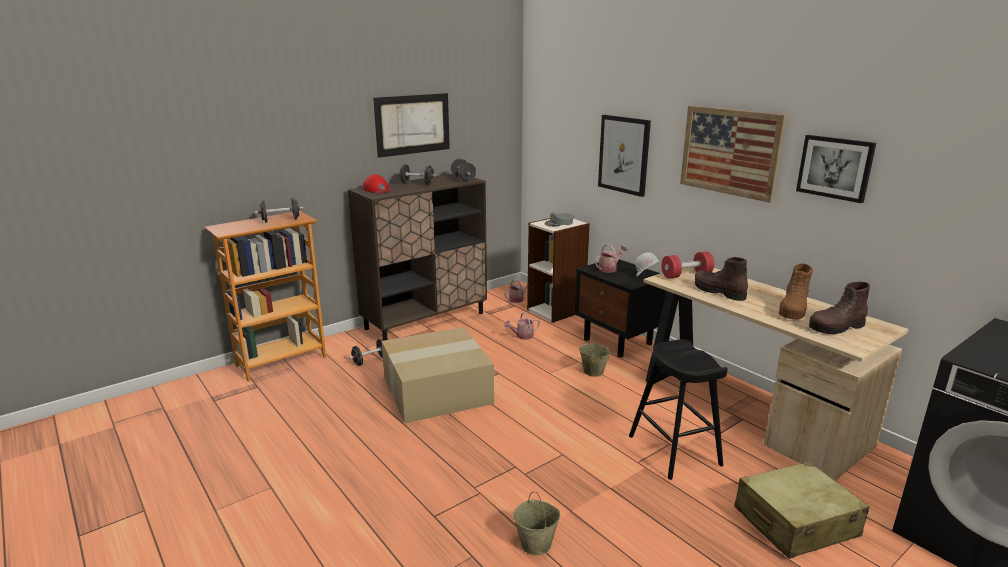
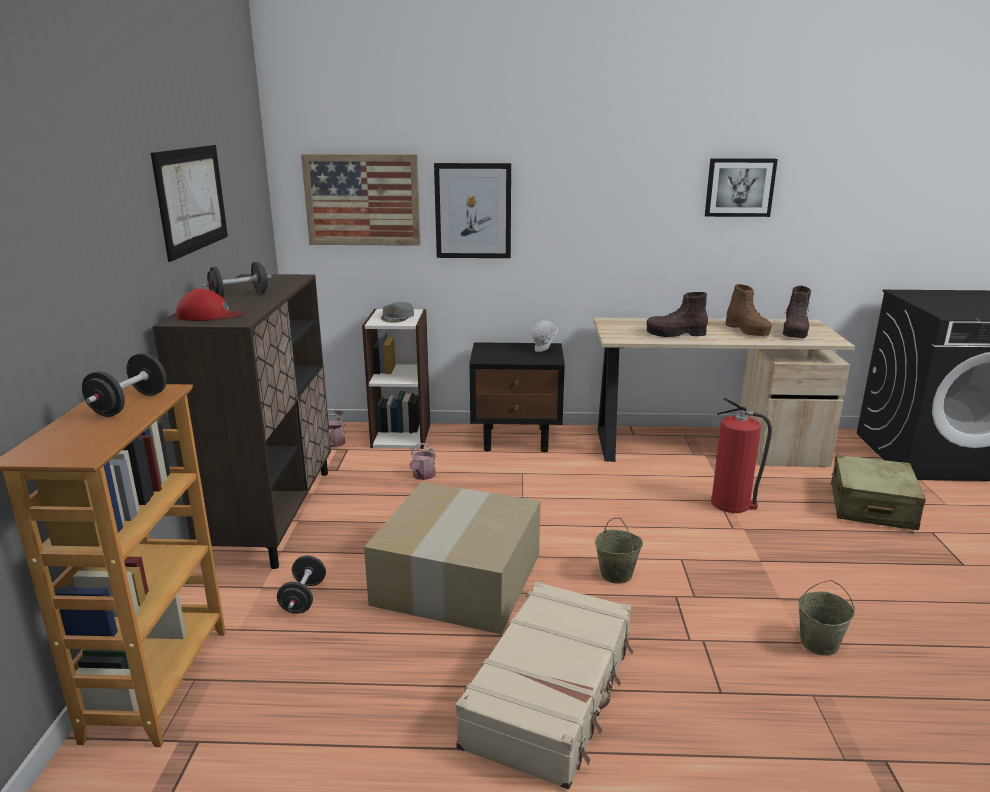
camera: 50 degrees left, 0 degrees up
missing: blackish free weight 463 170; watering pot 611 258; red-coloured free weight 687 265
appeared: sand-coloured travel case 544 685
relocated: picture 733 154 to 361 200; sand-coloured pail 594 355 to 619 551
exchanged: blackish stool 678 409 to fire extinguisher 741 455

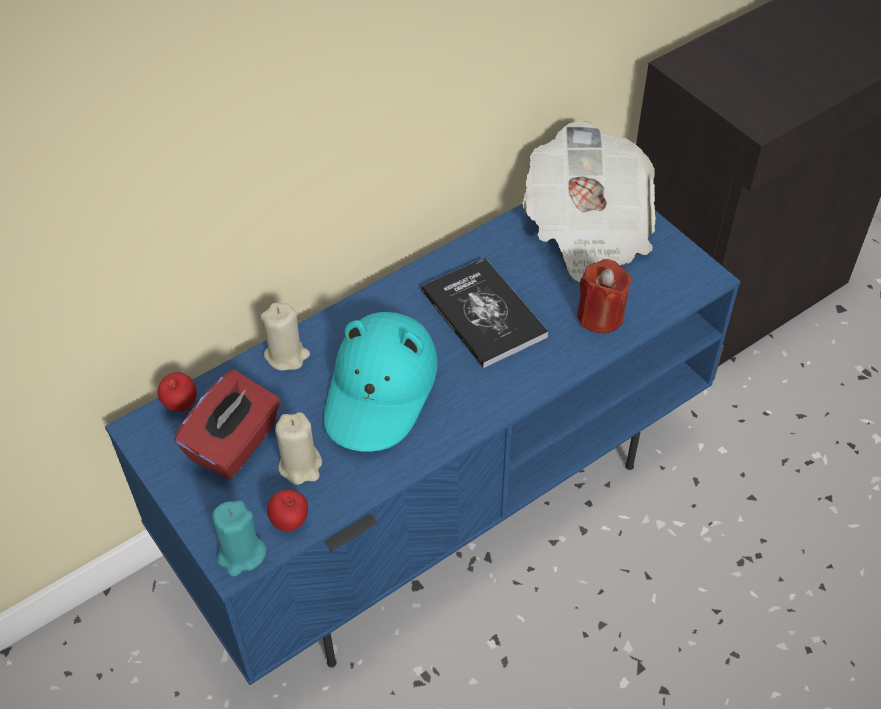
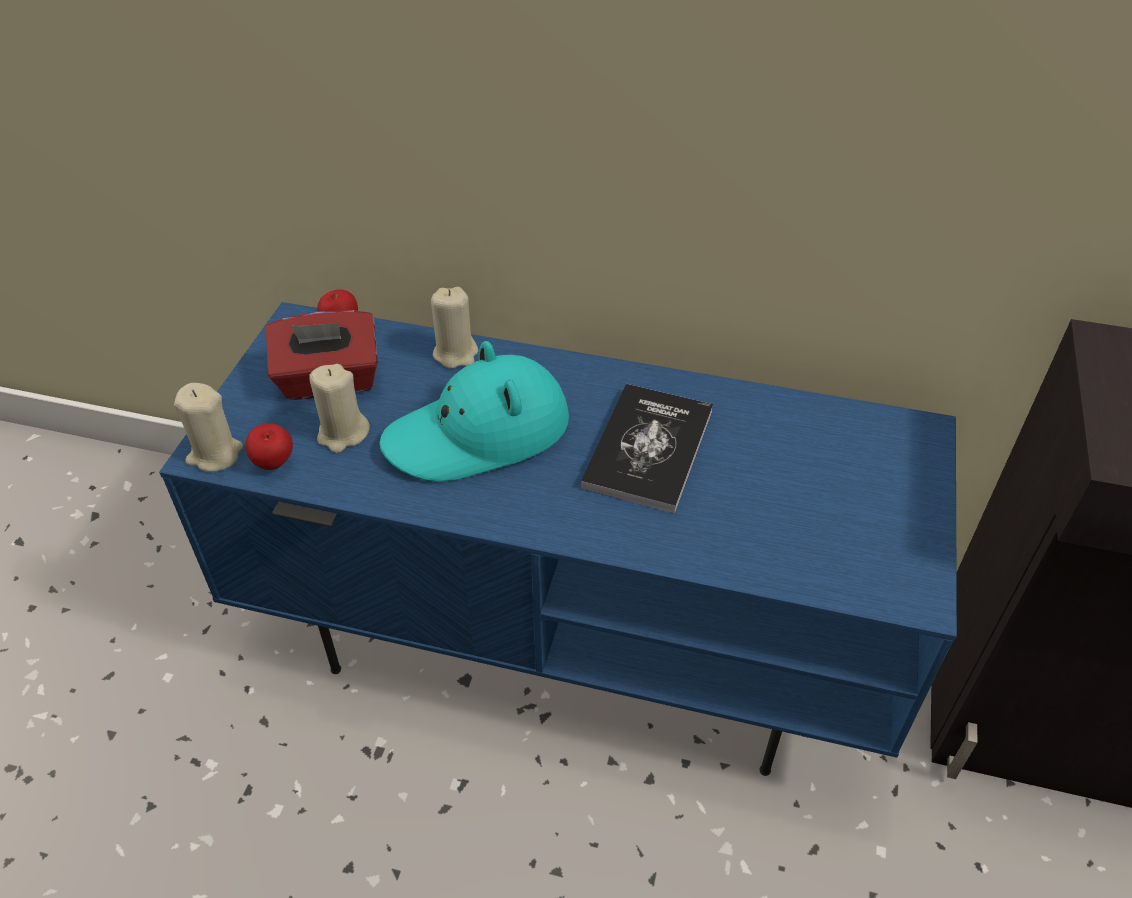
camera: 50 degrees right, 5 degrees down
missing: printed paper 589 201; red-coloured wax candle 604 296
colour: turquoise wax candle 239 538 to sand-coloured wax candle 208 427

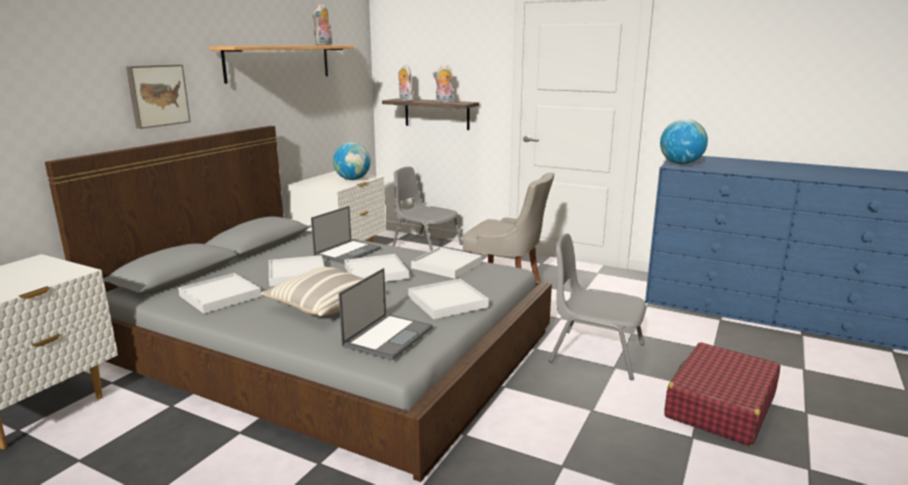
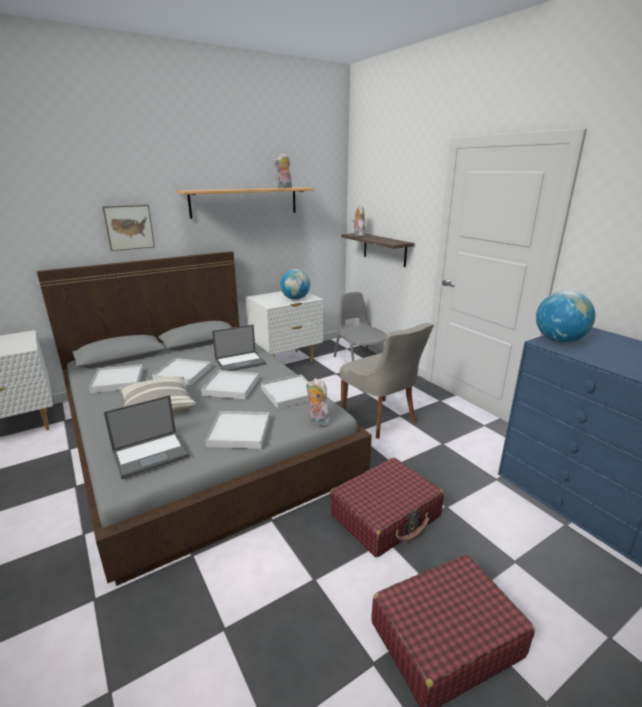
camera: 30 degrees right, 5 degrees up
relocated: cuddly toy 443 84 to 319 402
exchanged: gray upright chair 597 306 to red-coloured travel case 387 507

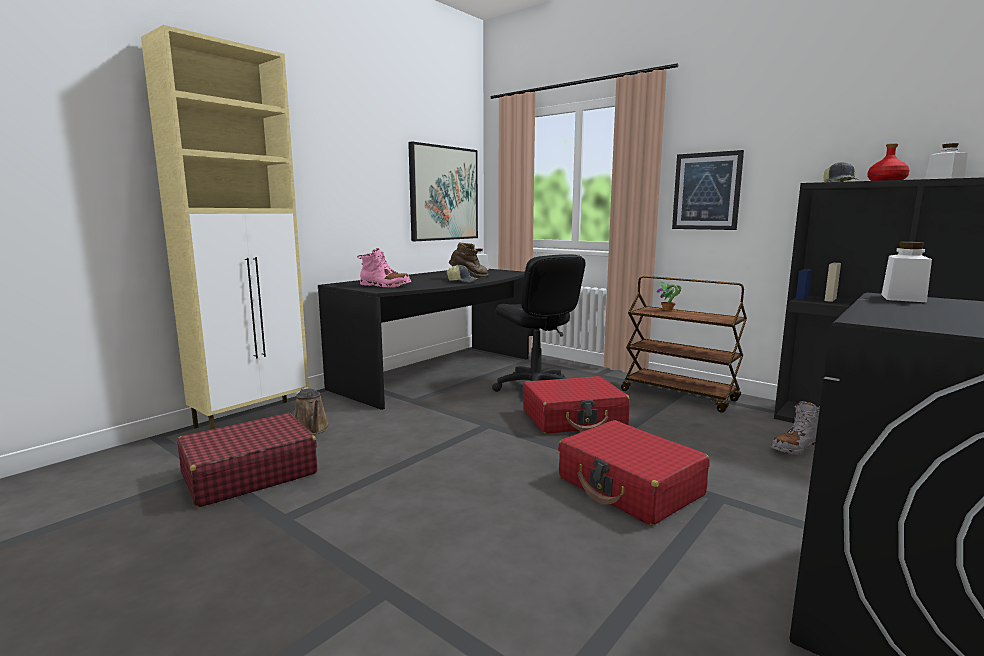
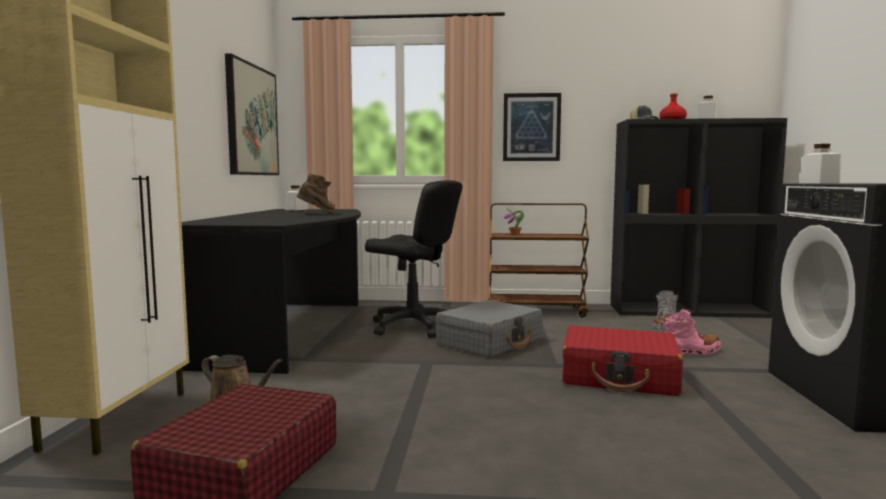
camera: 35 degrees left, 5 degrees down
missing: baseball cap 462 274
relocated: pink-coloured boot 384 268 to 691 332
colour: red-coloured travel case 576 405 to gray travel case 489 328

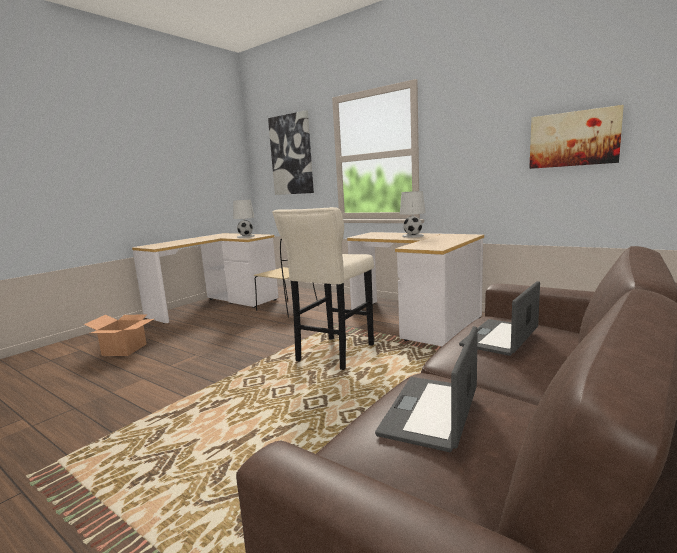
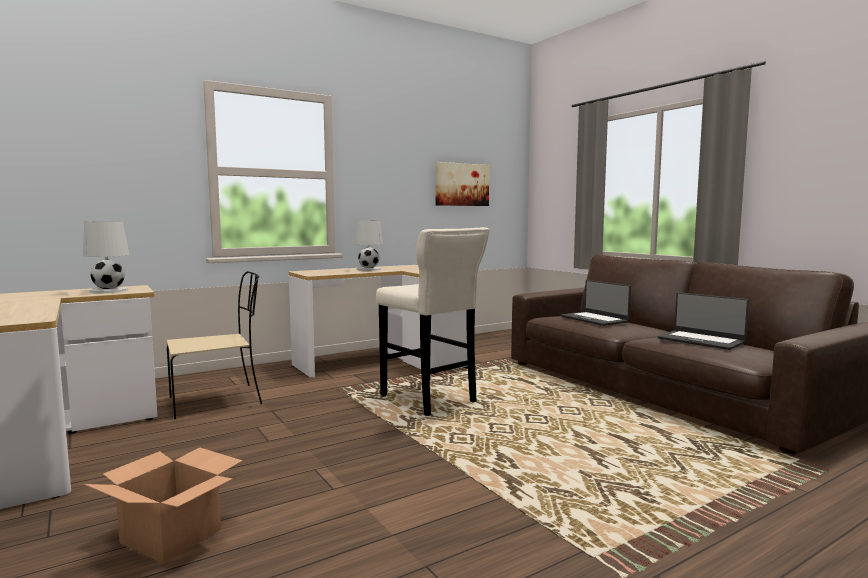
camera: 70 degrees left, 5 degrees down
missing: picture 291 152

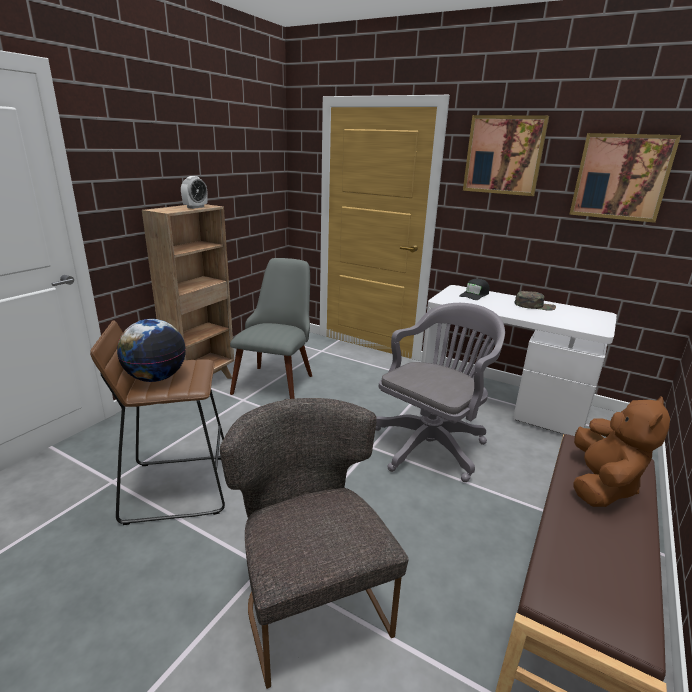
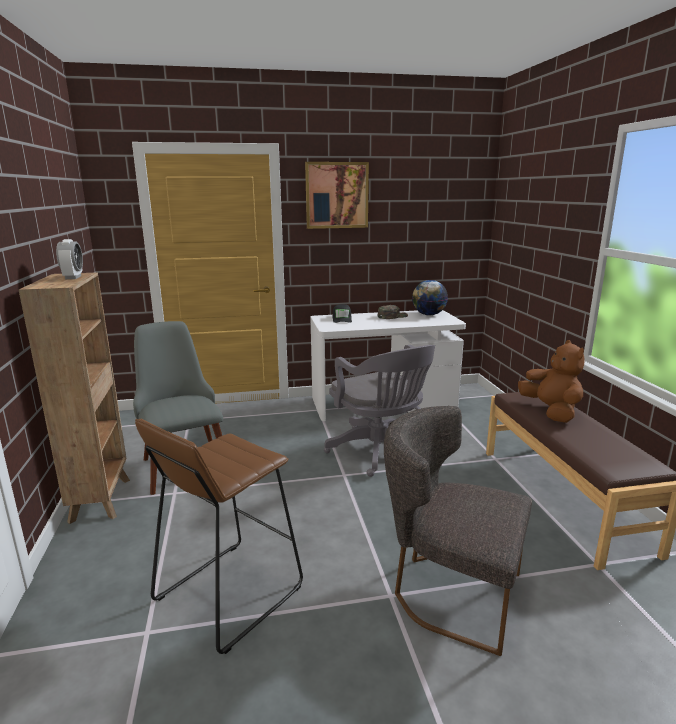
camera: 40 degrees left, 5 degrees down
missing: picture 625 178
relocated: globe 151 350 to 430 297
spun: gray office chair 440 392 = 379 411 150 degrees clockwise

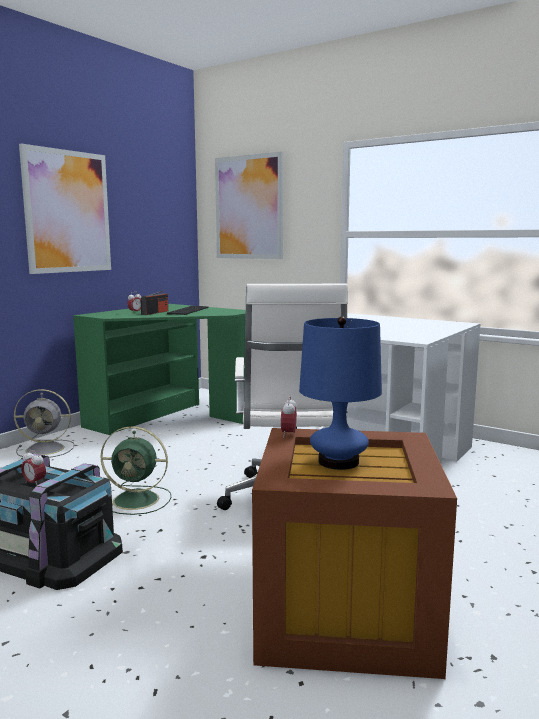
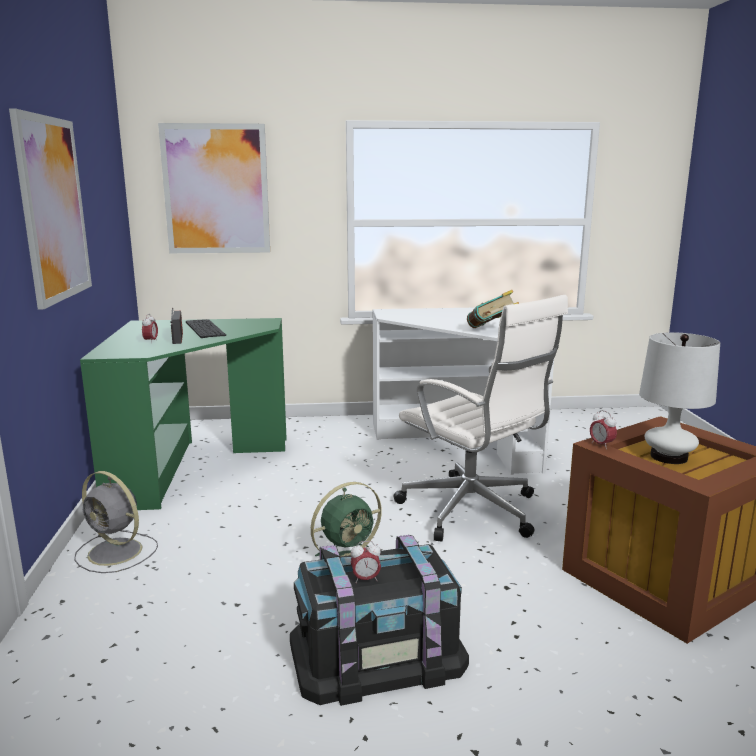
camera: 40 degrees left, 5 degrees up
appeared: volume 493 309
colour: bluish table lamp 340 393 to white table lamp 679 398
spun: gray cooling fan 44 423 = 116 522 75 degrees clockwise

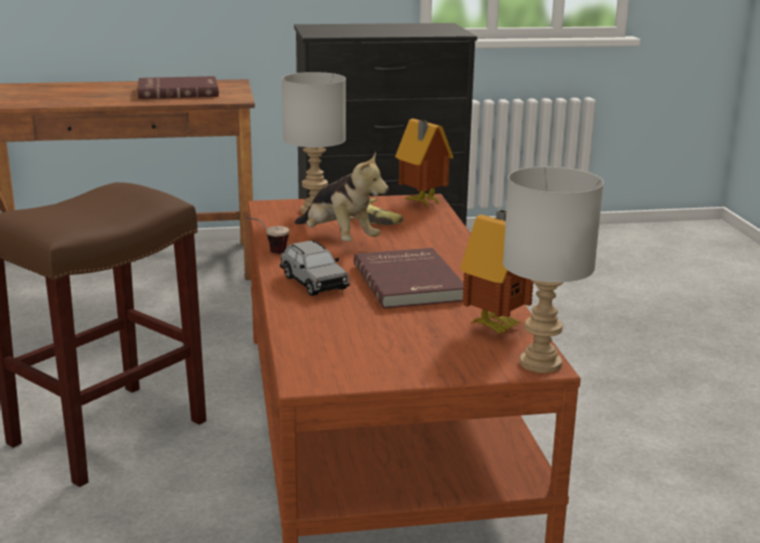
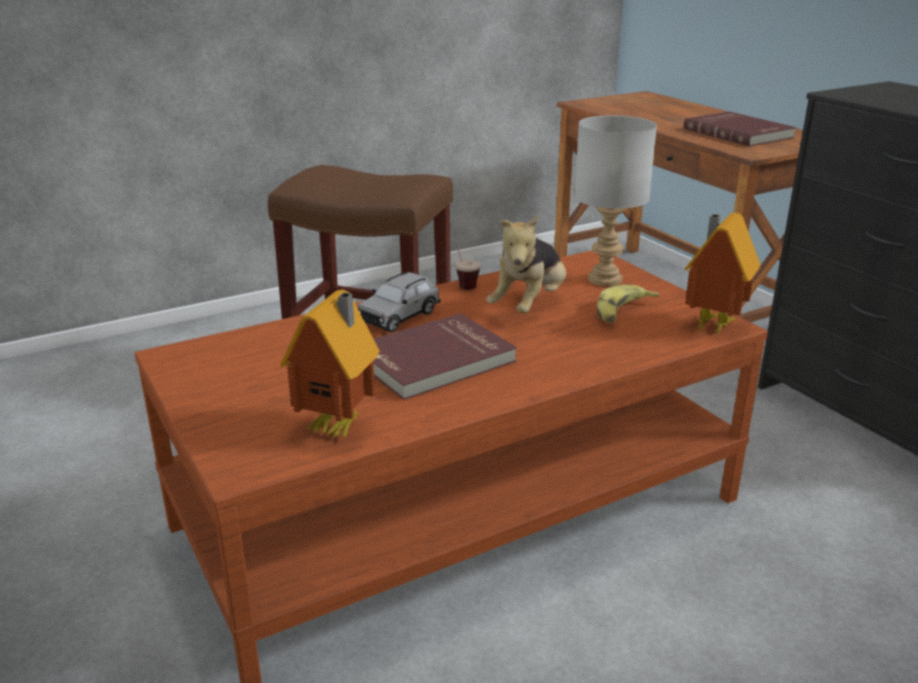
camera: 70 degrees right, 5 degrees up
missing: gray table lamp 553 269

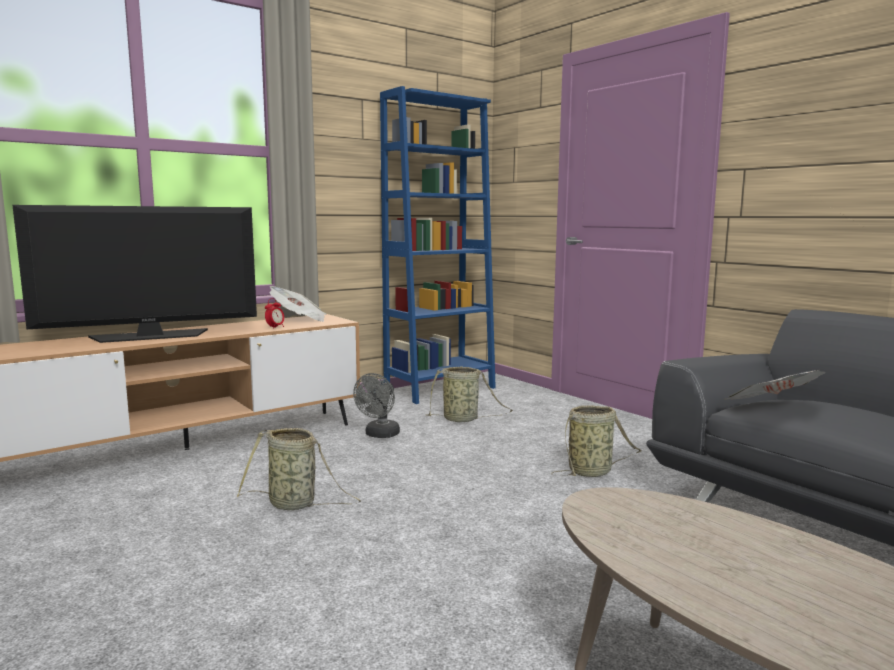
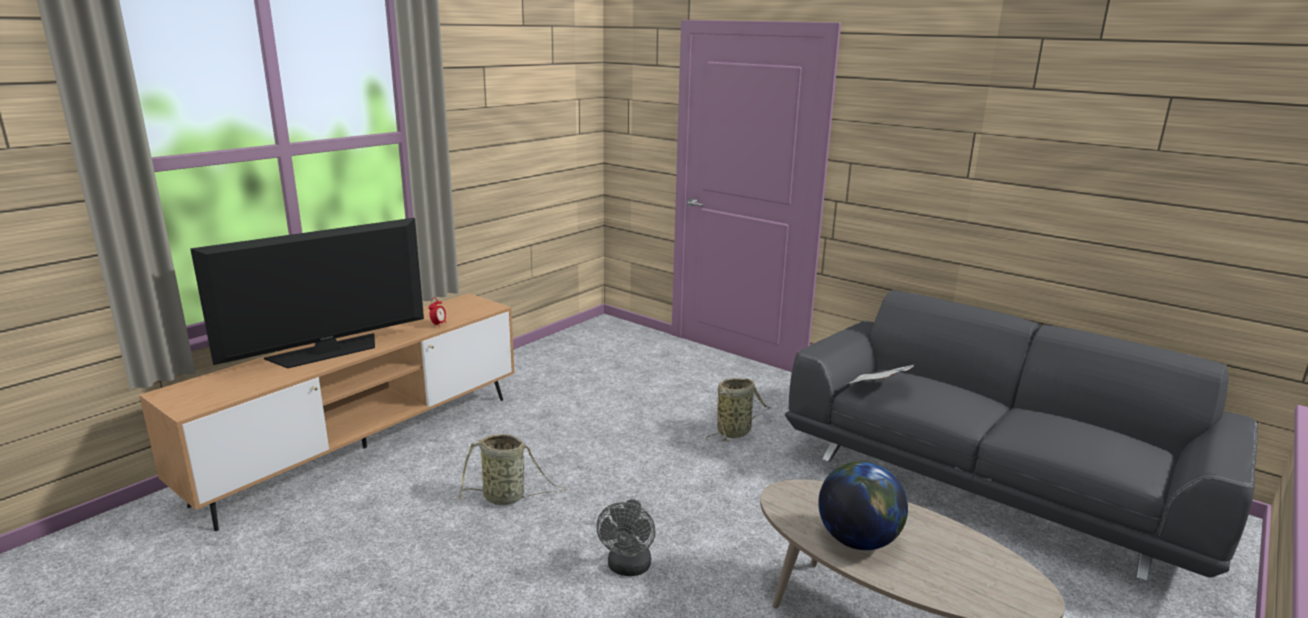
camera: 15 degrees left, 10 degrees up
missing: bluish bookcase 438 245; printed paper 297 304; household basket 469 394
appeared: globe 863 505
relocated: gray cooling fan 376 405 to 626 537

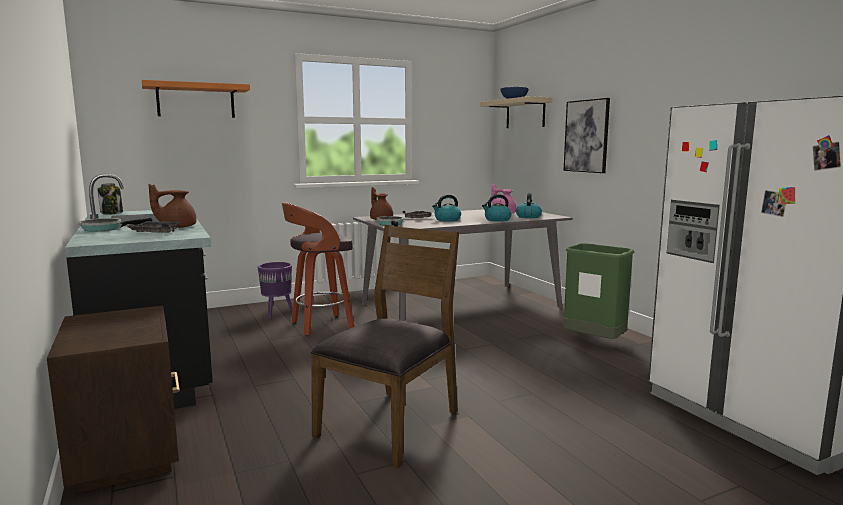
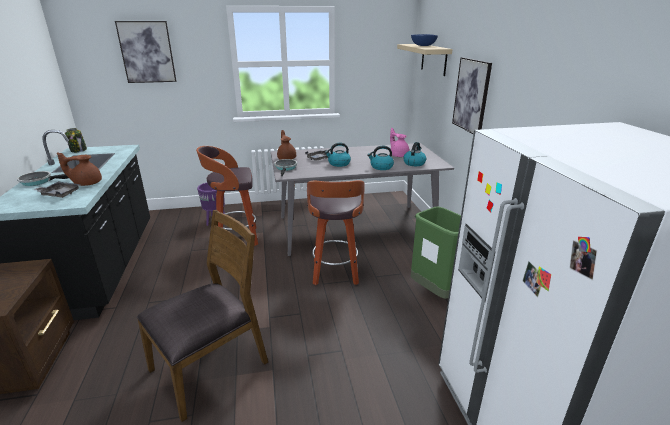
camera: 15 degrees right, 15 degrees up
appeared: stool 336 232
exchanged: orangey shelf 196 99 to picture 146 52

